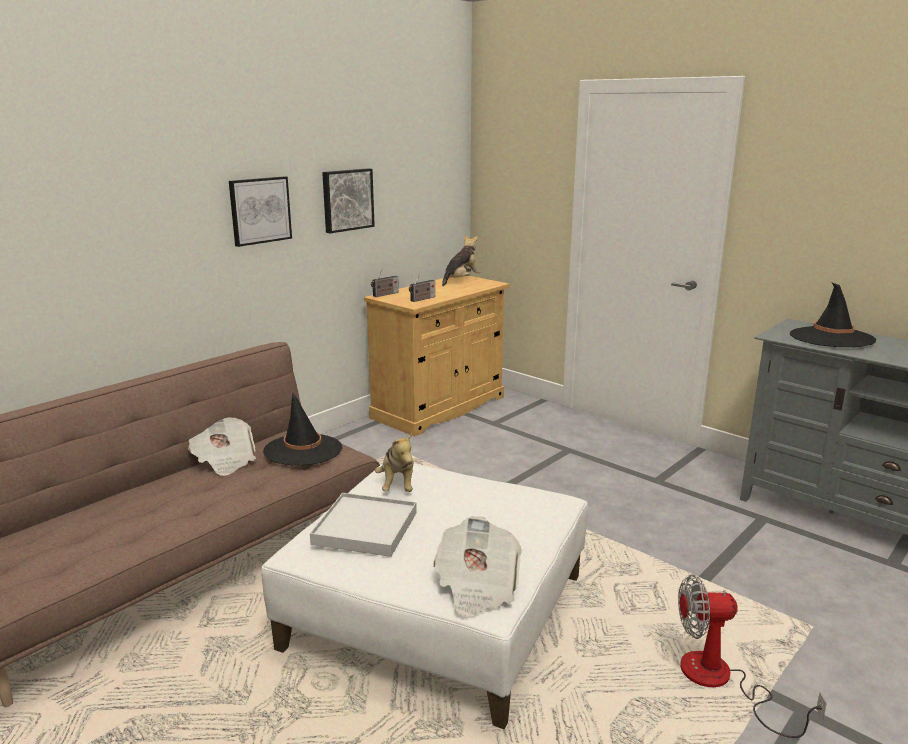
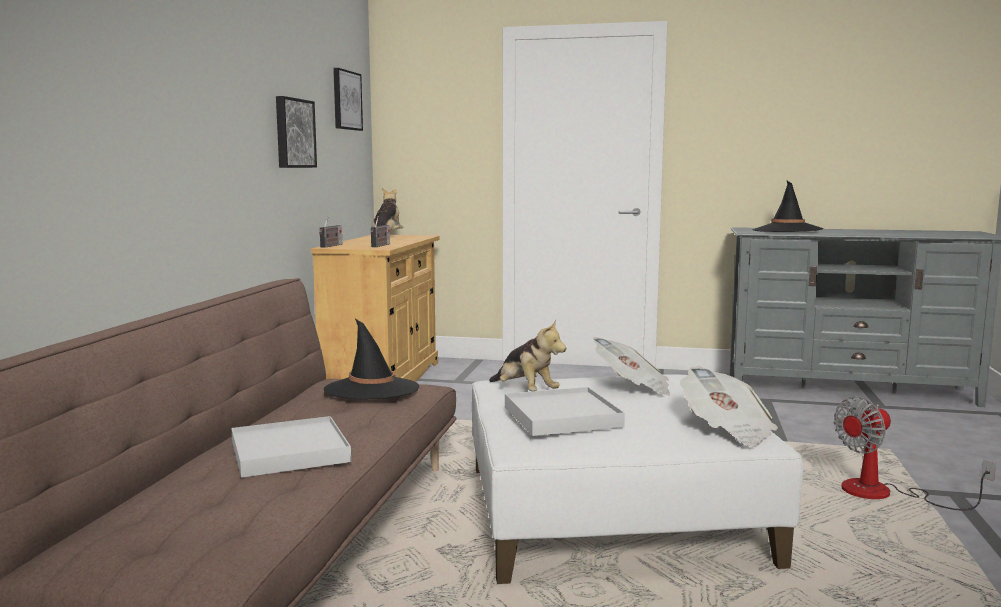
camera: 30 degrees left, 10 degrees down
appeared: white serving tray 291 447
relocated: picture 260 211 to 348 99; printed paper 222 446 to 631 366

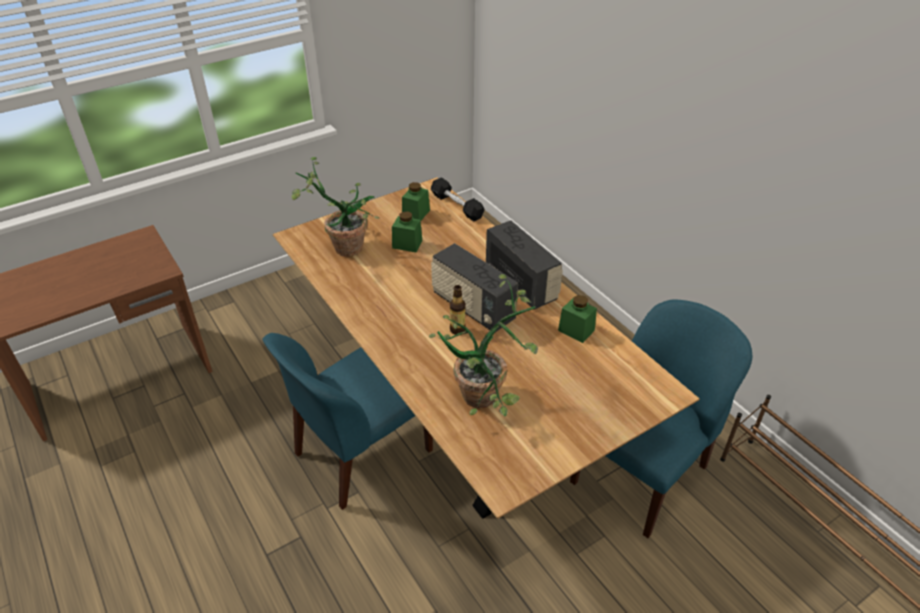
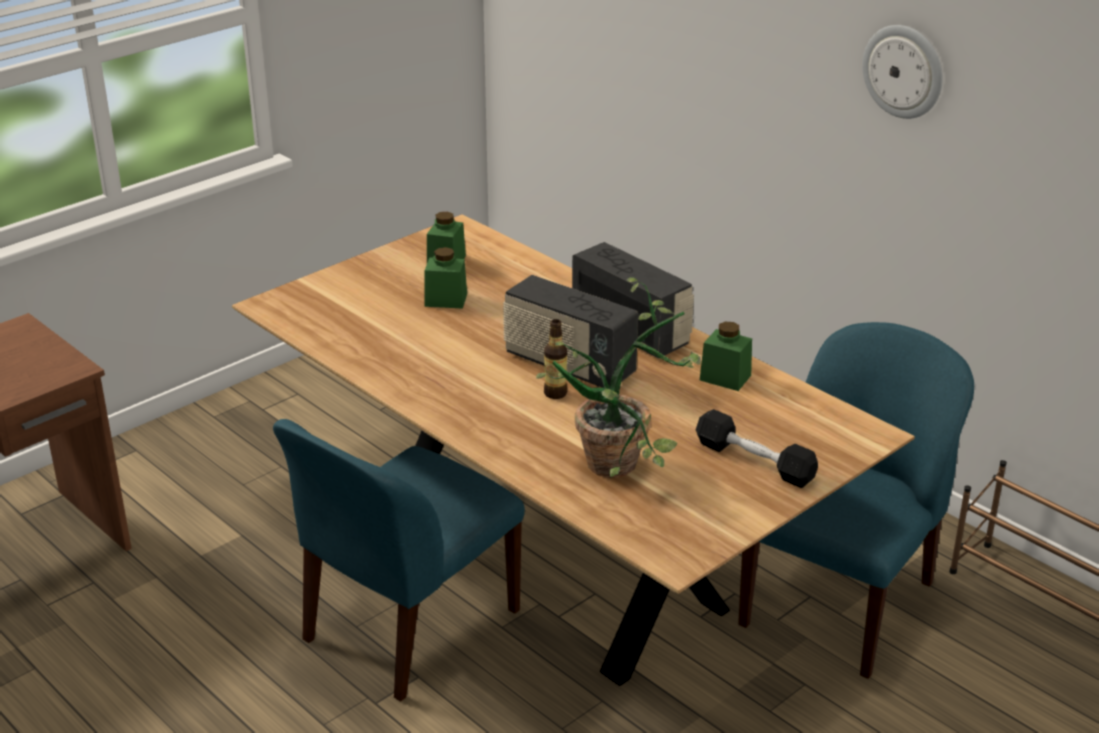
camera: 10 degrees left, 10 degrees down
missing: plant in a pot 335 207
appeared: hanging clock 902 72
relocated: blackish free weight 458 199 to 757 448

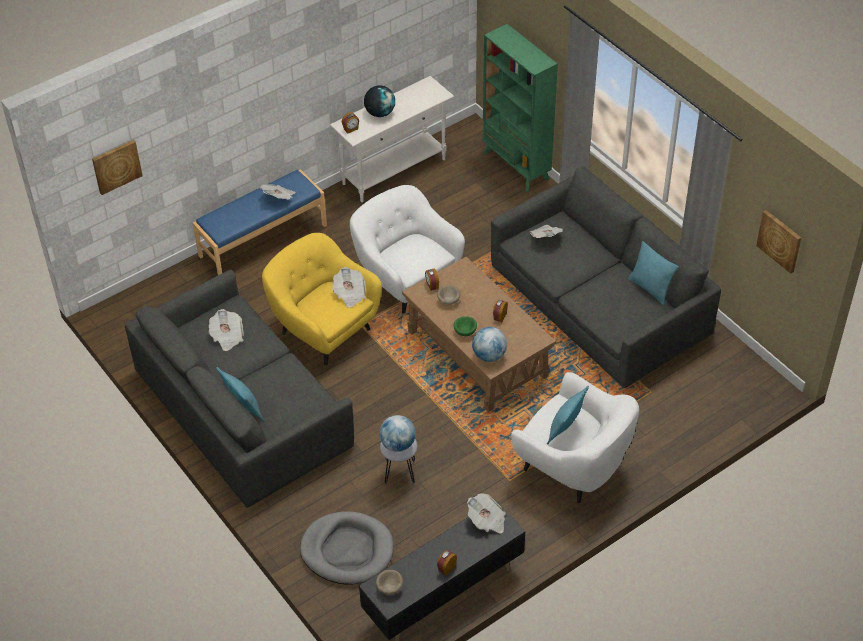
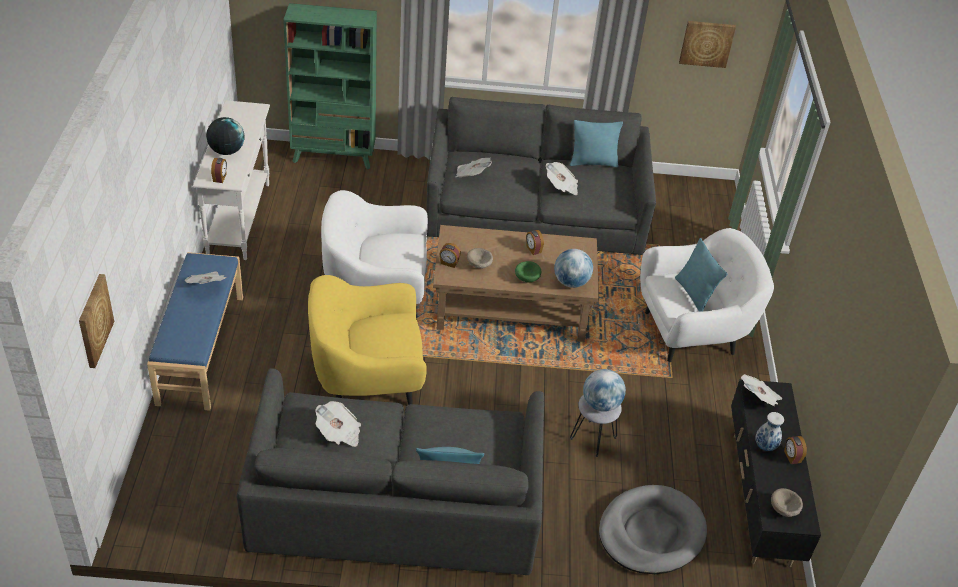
camera: 55 degrees left, 5 degrees down
appeared: decorative vase 770 431
relocated: printed paper 349 287 to 562 178

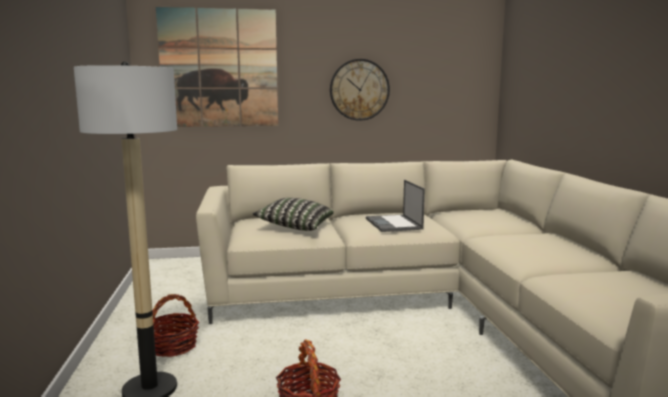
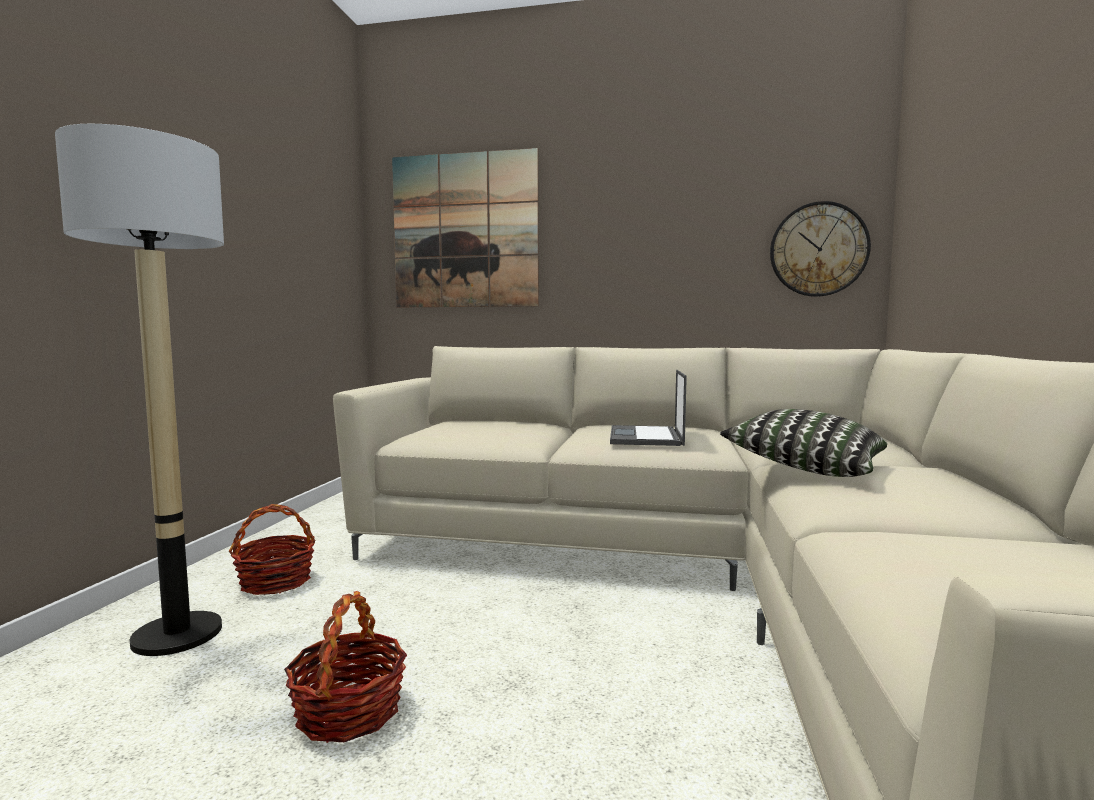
camera: 20 degrees right, 5 degrees down
relocated: hanging clock 360 90 to 820 249; cushion 293 214 to 803 443

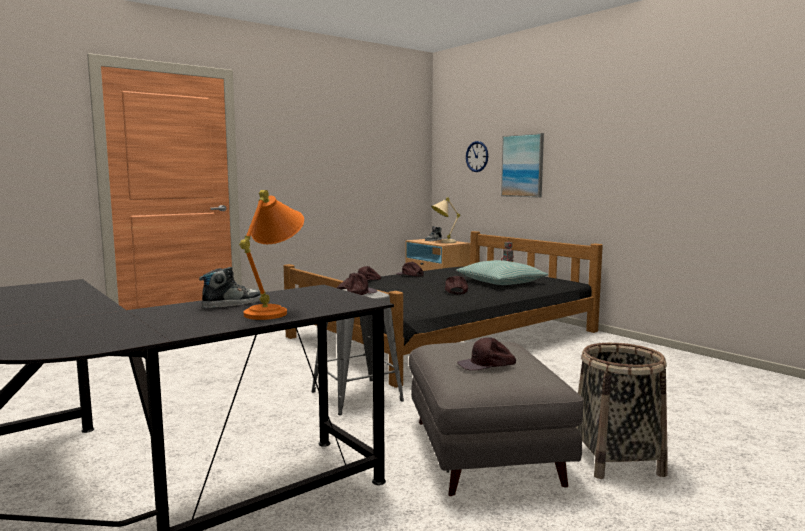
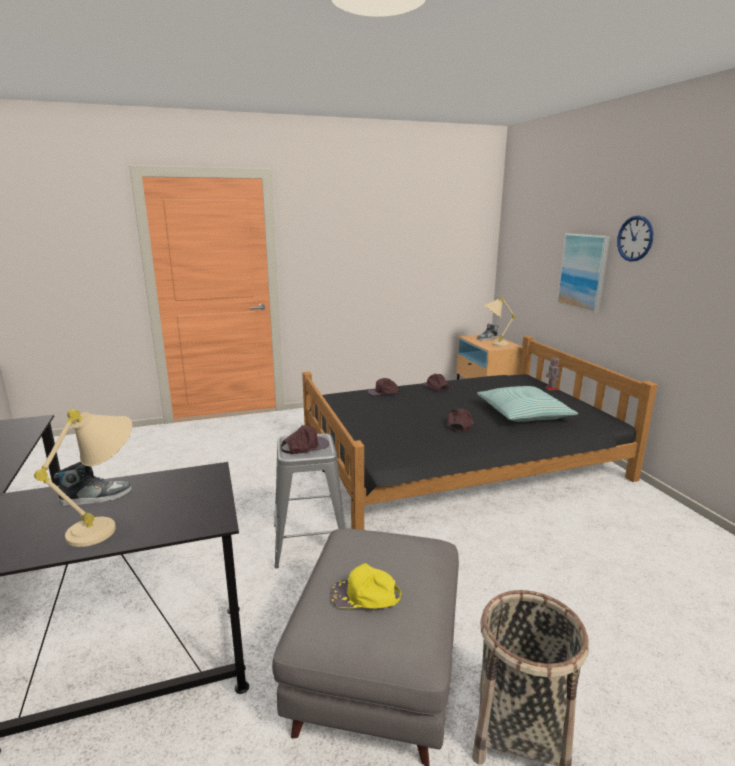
camera: 20 degrees right, 10 degrees up
relocated: hanging clock 477 156 to 635 239
colour: orangey table lamp 271 255 to sand-coloured table lamp 83 478; brownish baseball cap 486 354 to yellow baseball cap 366 586

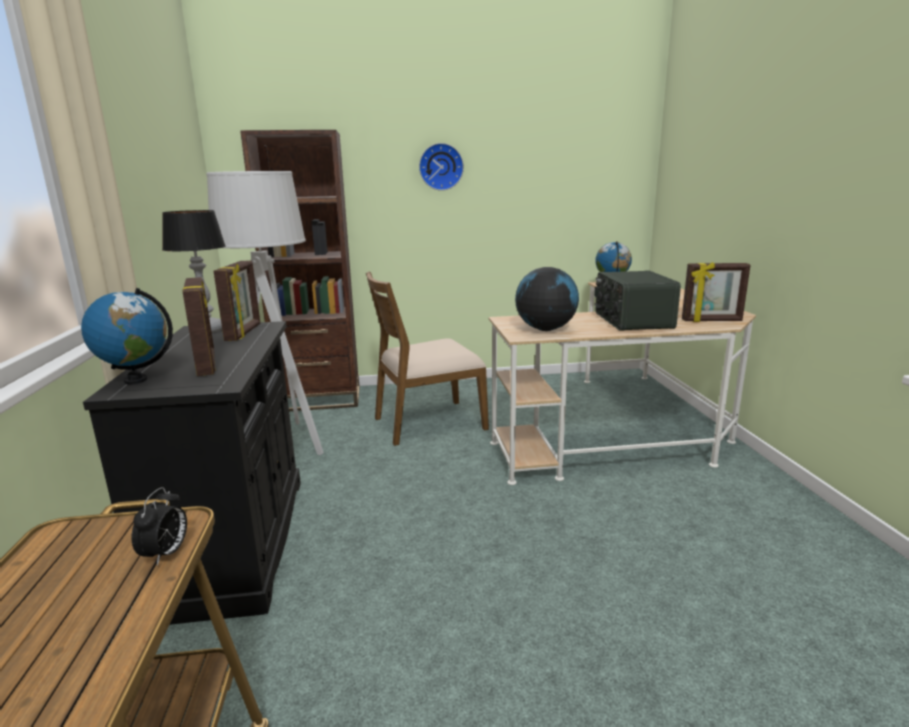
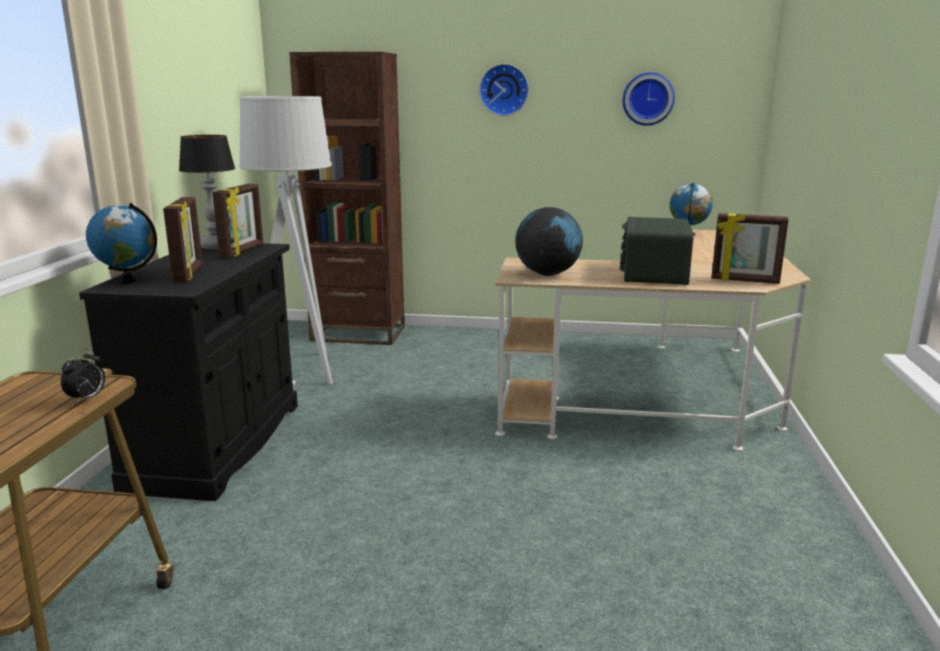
camera: 15 degrees right, 0 degrees up
missing: brownish upright chair 427 358
appeared: hanging clock 648 99

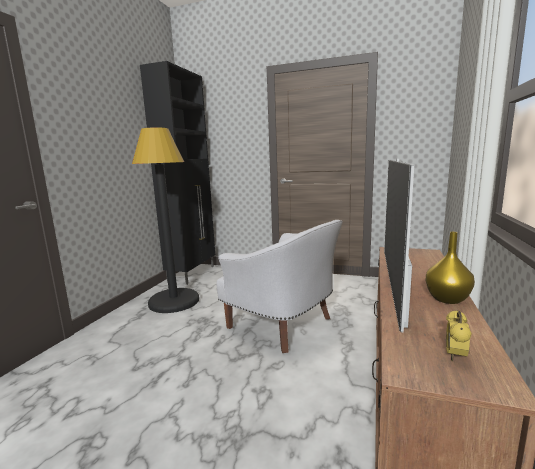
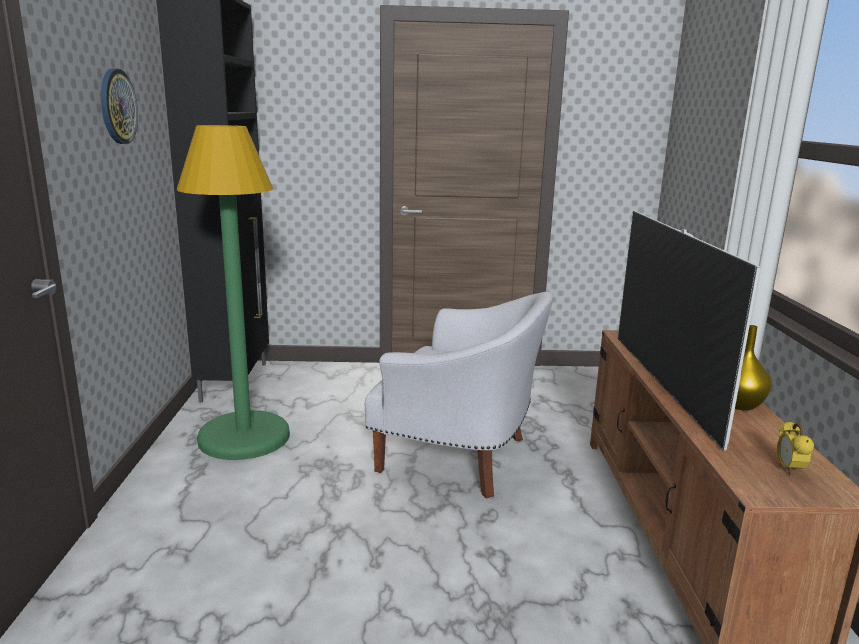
camera: 20 degrees left, 5 degrees up
appeared: hanging clock 119 106
colour: blackish standard lamp 165 220 to green-coloured standard lamp 233 292

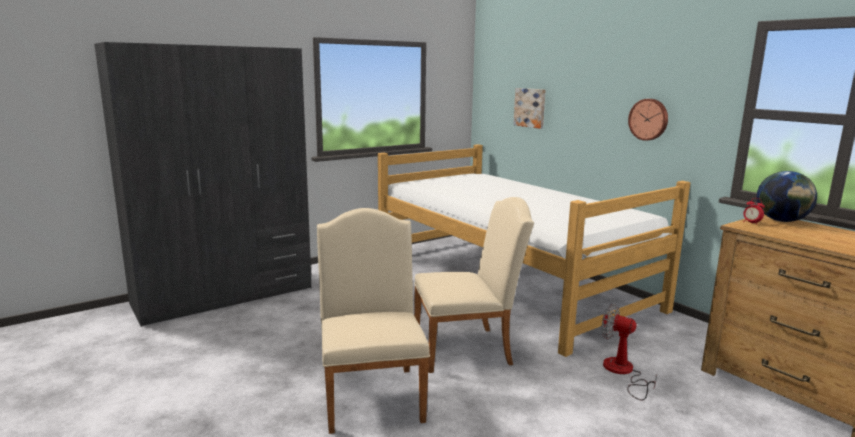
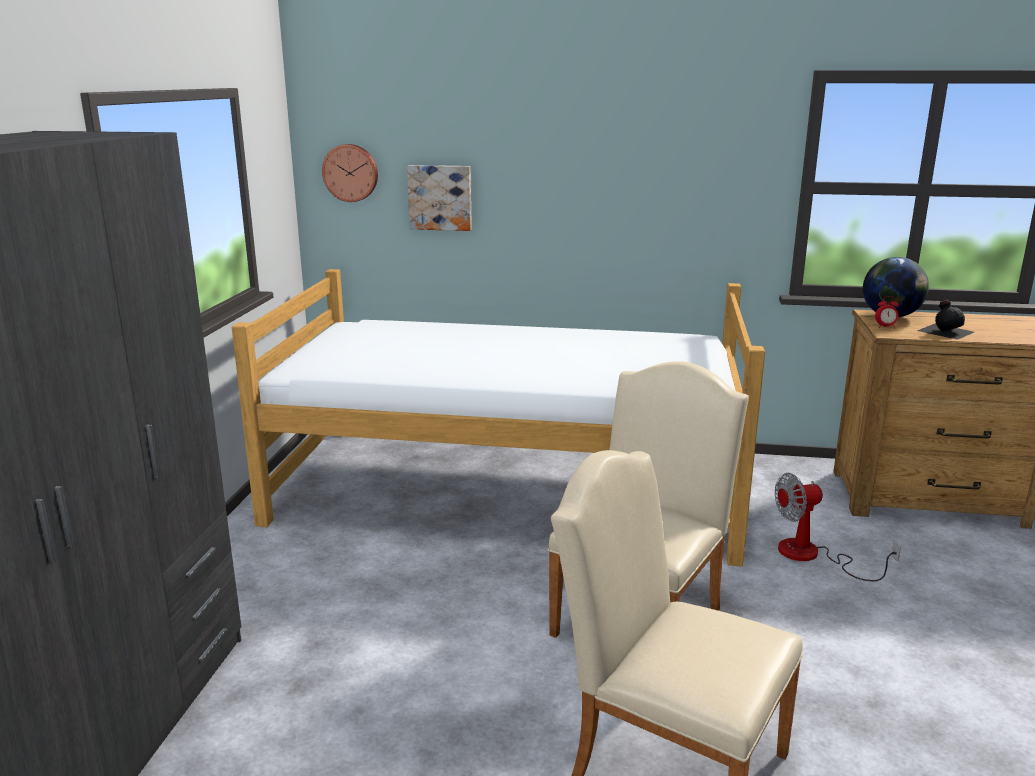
camera: 45 degrees left, 5 degrees up
appeared: blackish bottle 945 320
relocated: hanging clock 648 120 to 350 173

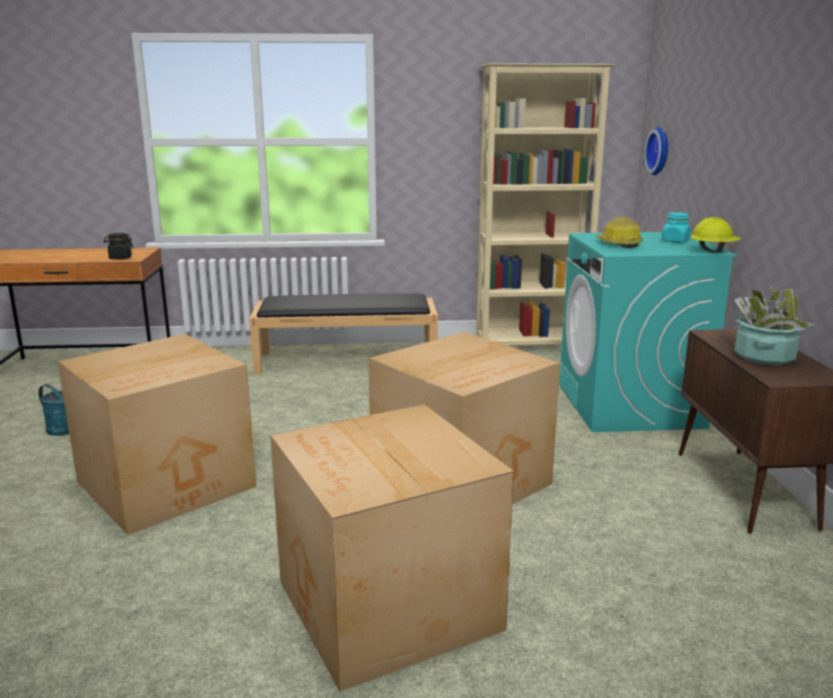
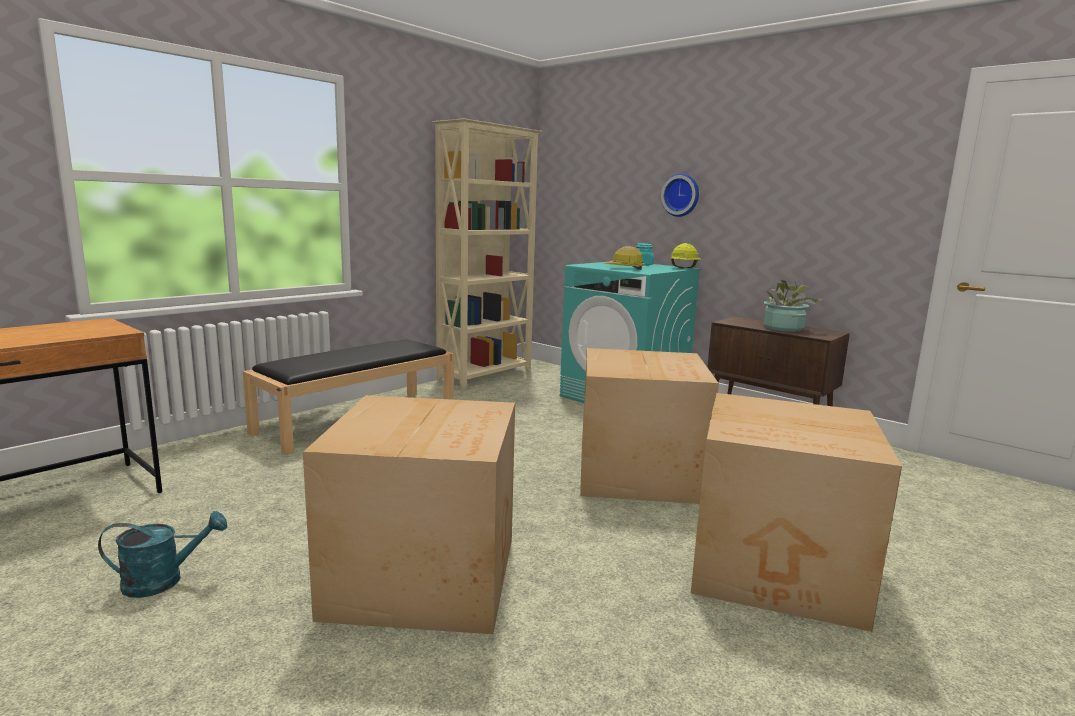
camera: 45 degrees left, 5 degrees down
missing: blackish jar 119 246
relocated: hanging clock 656 151 to 680 195

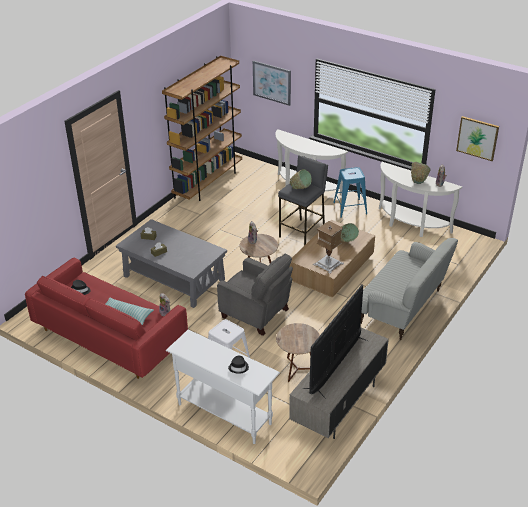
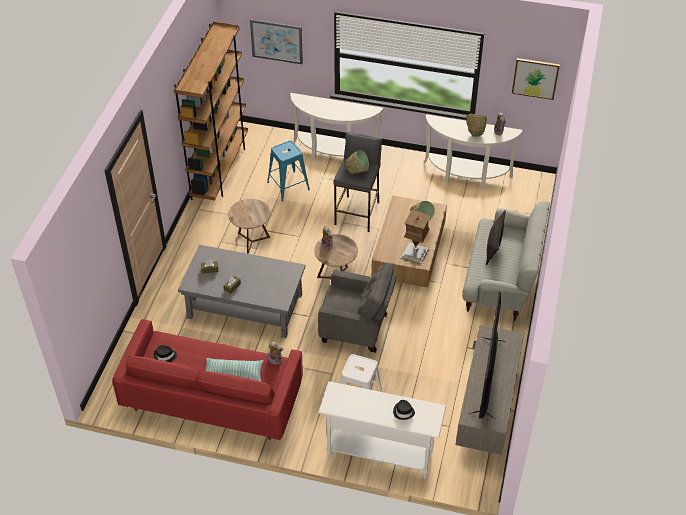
camera: 20 degrees left, 10 degrees up
appeared: cushion 496 238
relocated: bluish stool 350 192 to 288 171; brownish accent table 298 352 to 249 226

